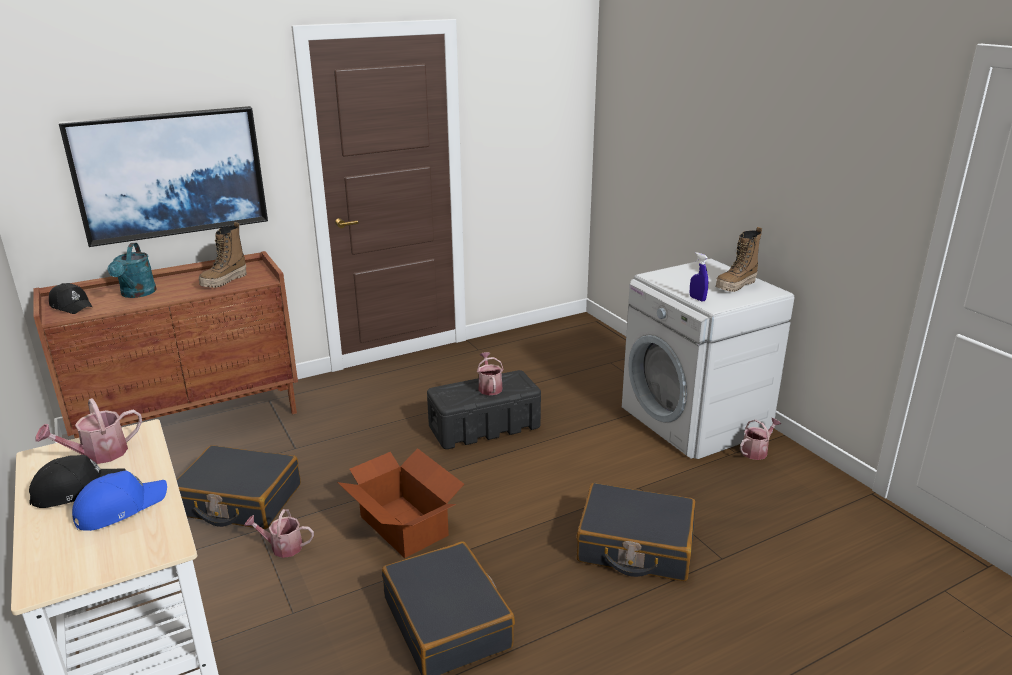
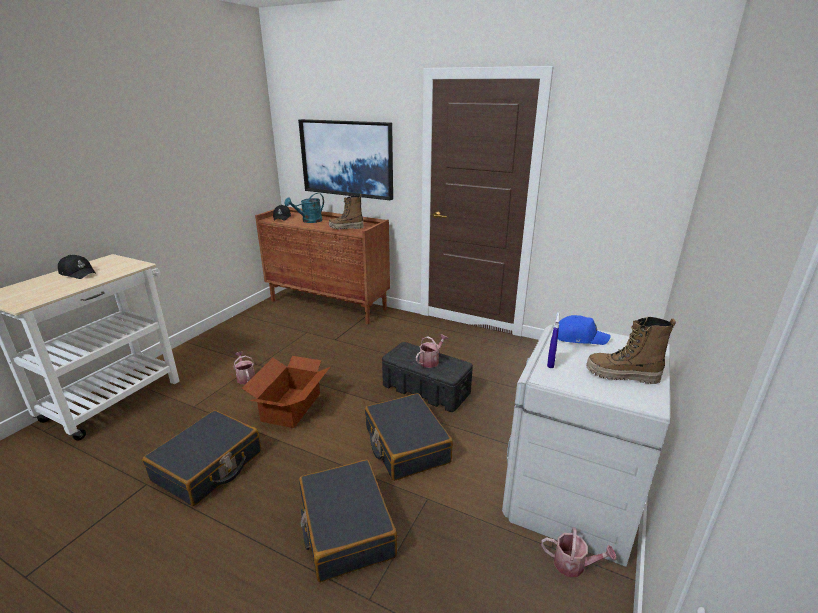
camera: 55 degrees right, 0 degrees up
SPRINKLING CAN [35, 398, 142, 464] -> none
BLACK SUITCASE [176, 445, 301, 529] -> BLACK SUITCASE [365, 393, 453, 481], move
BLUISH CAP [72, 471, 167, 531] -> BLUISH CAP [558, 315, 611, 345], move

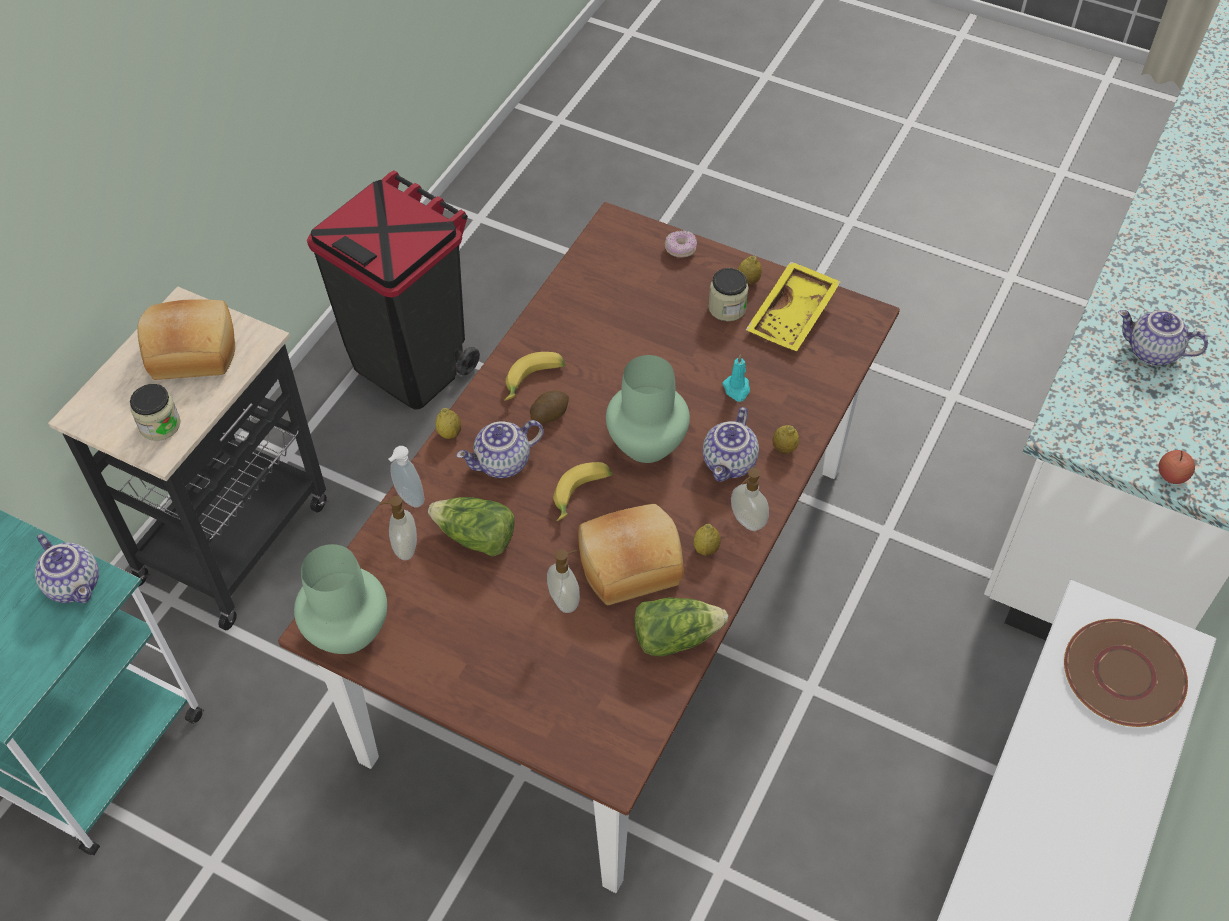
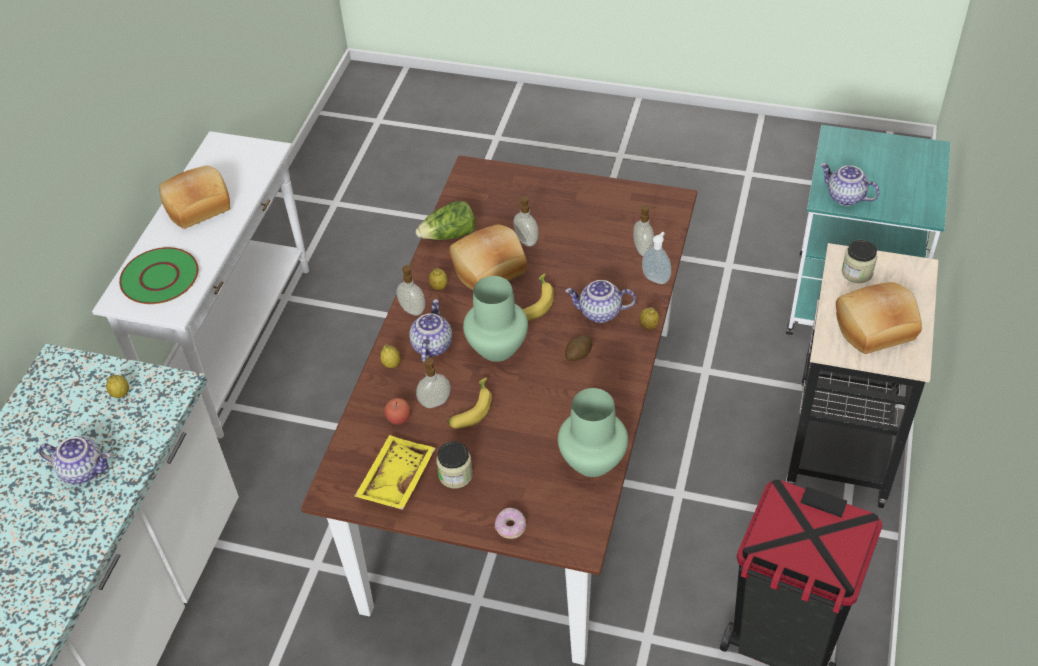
camera: 170 degrees right, 5 degrees down
LEMON [738, 256, 762, 285] -> LEMON [106, 375, 129, 398], move
WHOLE BANANA [504, 352, 566, 401] -> WHOLE BANANA [447, 377, 492, 429], move
TURQUOISE WAX CANDLE [723, 354, 750, 402] -> LIQUID SOAP BOTTLE [416, 358, 451, 408]
POT FOR TEA [456, 420, 544, 478] -> POT FOR TEA [565, 280, 636, 323], 135 degrees counterclockwise
APPLE FRUIT [1159, 450, 1195, 484] -> APPLE FRUIT [384, 398, 411, 425], move
LETTUCE HEAD [428, 497, 515, 556] -> none
GREEN-COLOURED DECORATIVE VASE [294, 544, 387, 654] -> GREEN-COLOURED DECORATIVE VASE [558, 388, 628, 477], move
BROWN-COLOURED FLAT DISH [1064, 619, 1188, 727] -> GREEN-COLOURED FLAT DISH [119, 247, 199, 304]
none -> BAKERY BREAD [159, 166, 230, 229]

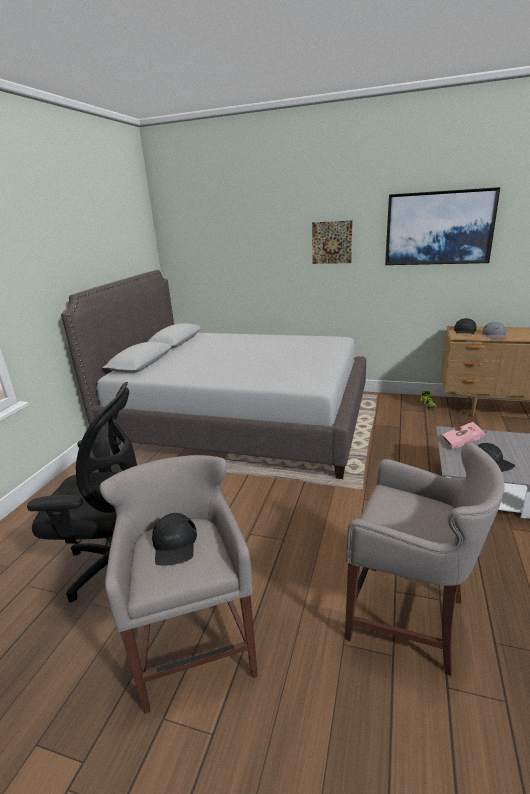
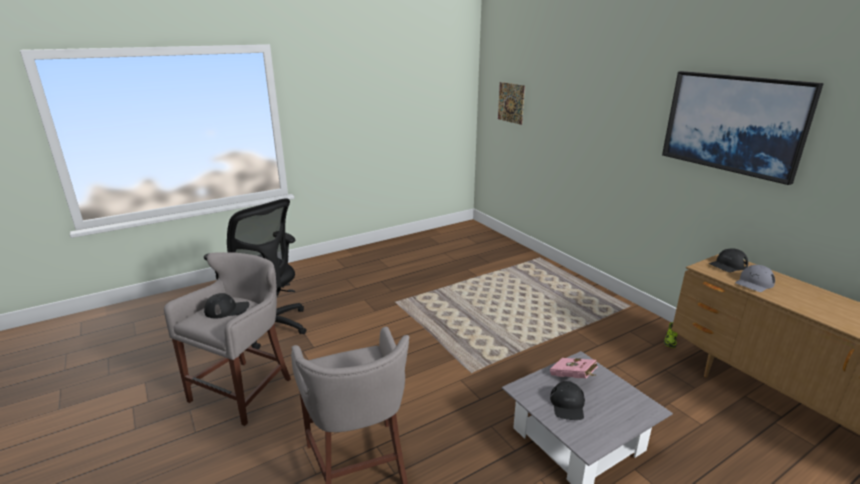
camera: 40 degrees right, 0 degrees up
WALL PICTURE [312, 220, 352, 264] -> WALL PICTURE [498, 82, 525, 125], move
GRAY BED [61, 270, 366, 479] -> none
BLACK CAP [152, 513, 197, 565] -> BLACK CAP [204, 293, 249, 319], 135 degrees counterclockwise

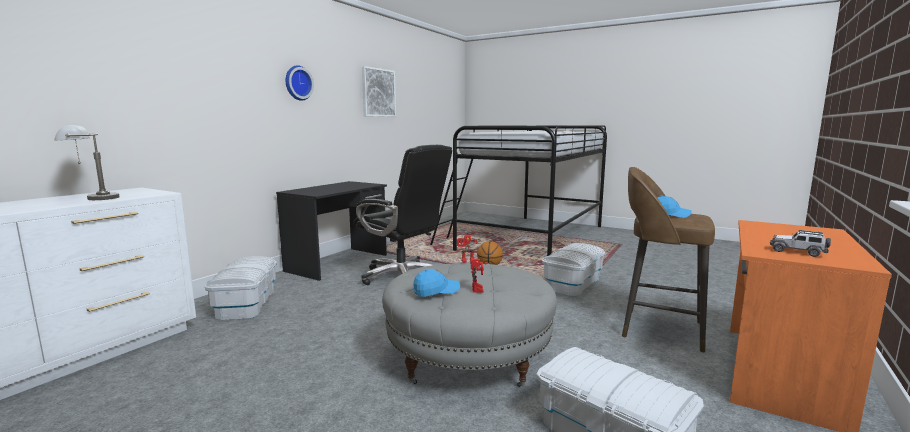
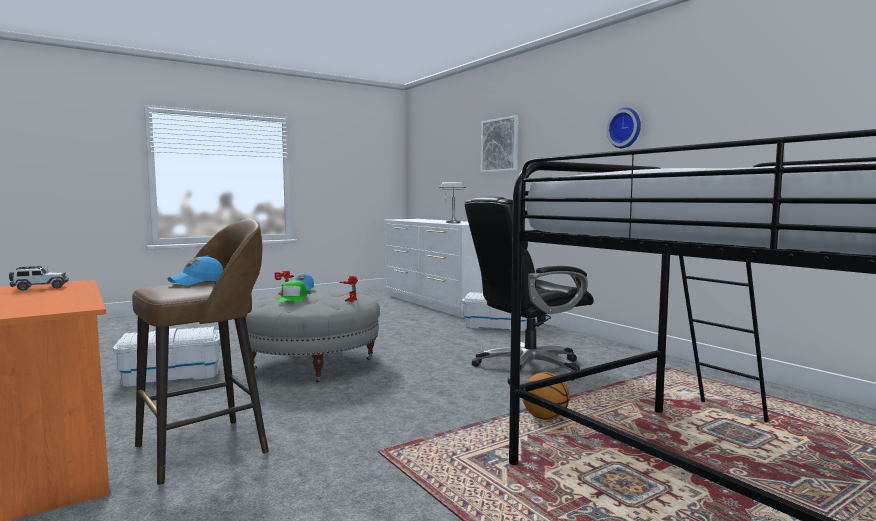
camera: 115 degrees right, 5 degrees down
WALL PICTURE [362, 66, 396, 117] -> WALL PICTURE [481, 115, 518, 173], move
BLACK DESK [276, 181, 387, 281] -> none
WHITE-COLOURED STORAGE CONTAINER [542, 243, 605, 296] -> none
none -> GREEN-COLOURED CAP [278, 280, 307, 303]

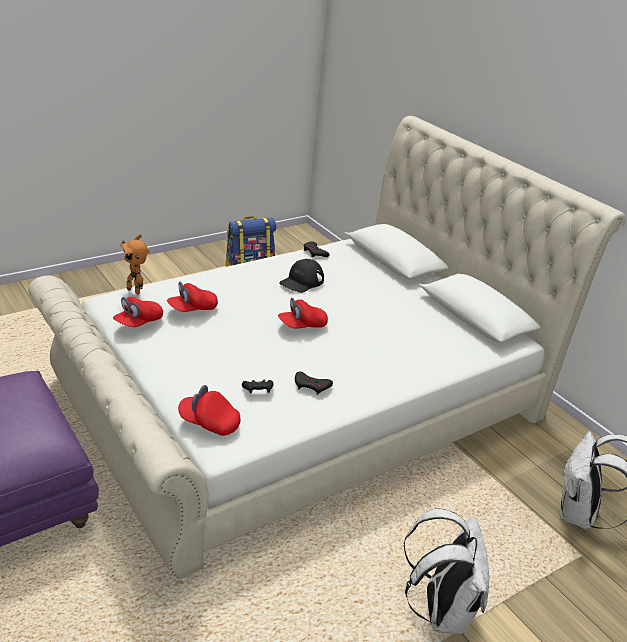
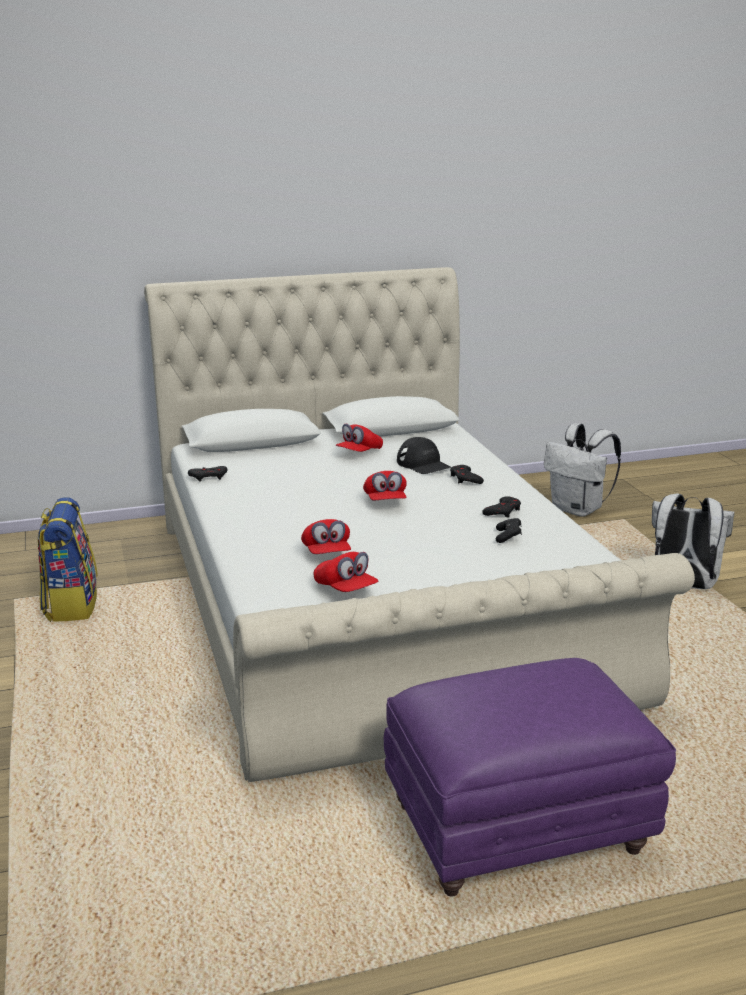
camera: 70 degrees left, 10 degrees down
TOY ROBOT [120, 234, 150, 294] -> none
BLACK CAP [279, 259, 324, 293] -> BLACK CAP [397, 437, 451, 474], move
RED CAP [178, 385, 240, 436] -> RED CAP [335, 424, 383, 452], move
none -> BLACK GAMEPAD [450, 465, 484, 484]

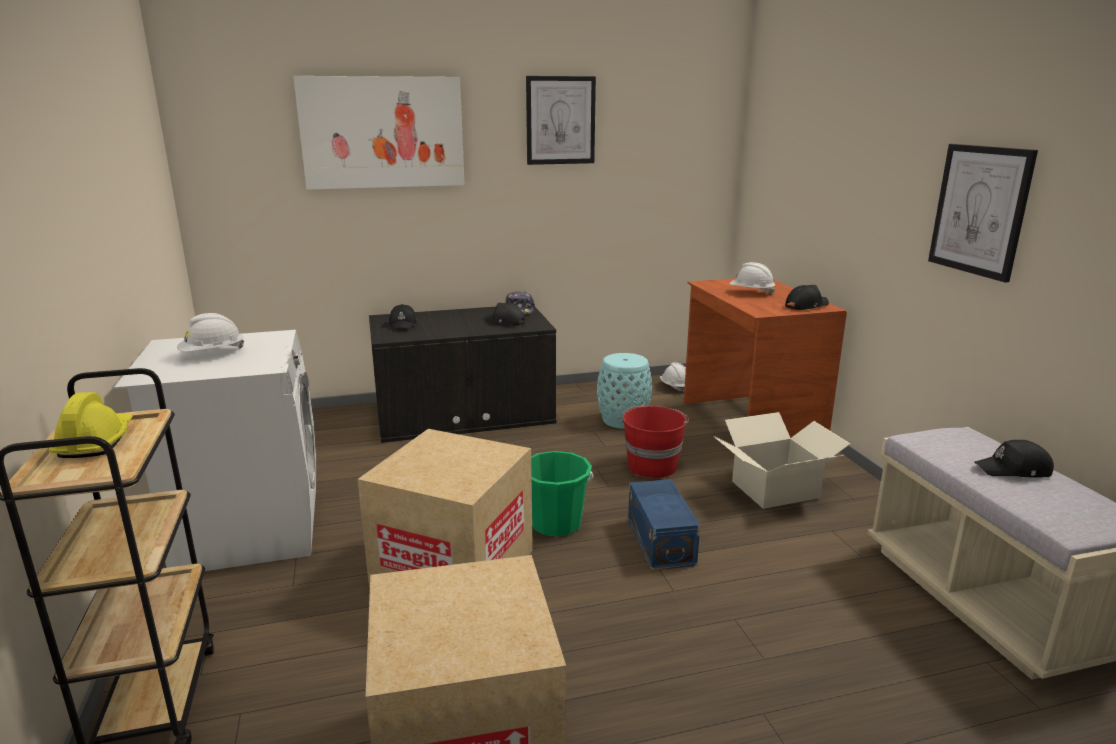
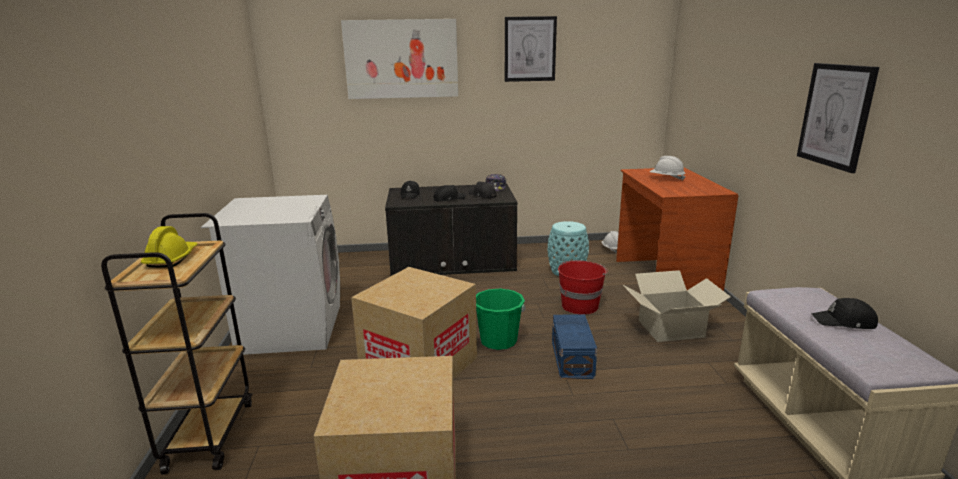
camera: 10 degrees right, 0 degrees up
BLACK CAP [785, 285, 829, 310] -> BLACK CAP [434, 185, 466, 201], move
WHITE-COLOURED WORK HELMET [177, 313, 244, 352] -> none

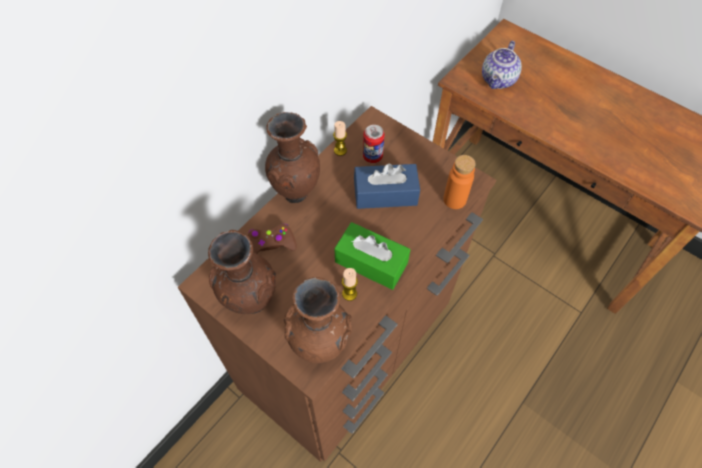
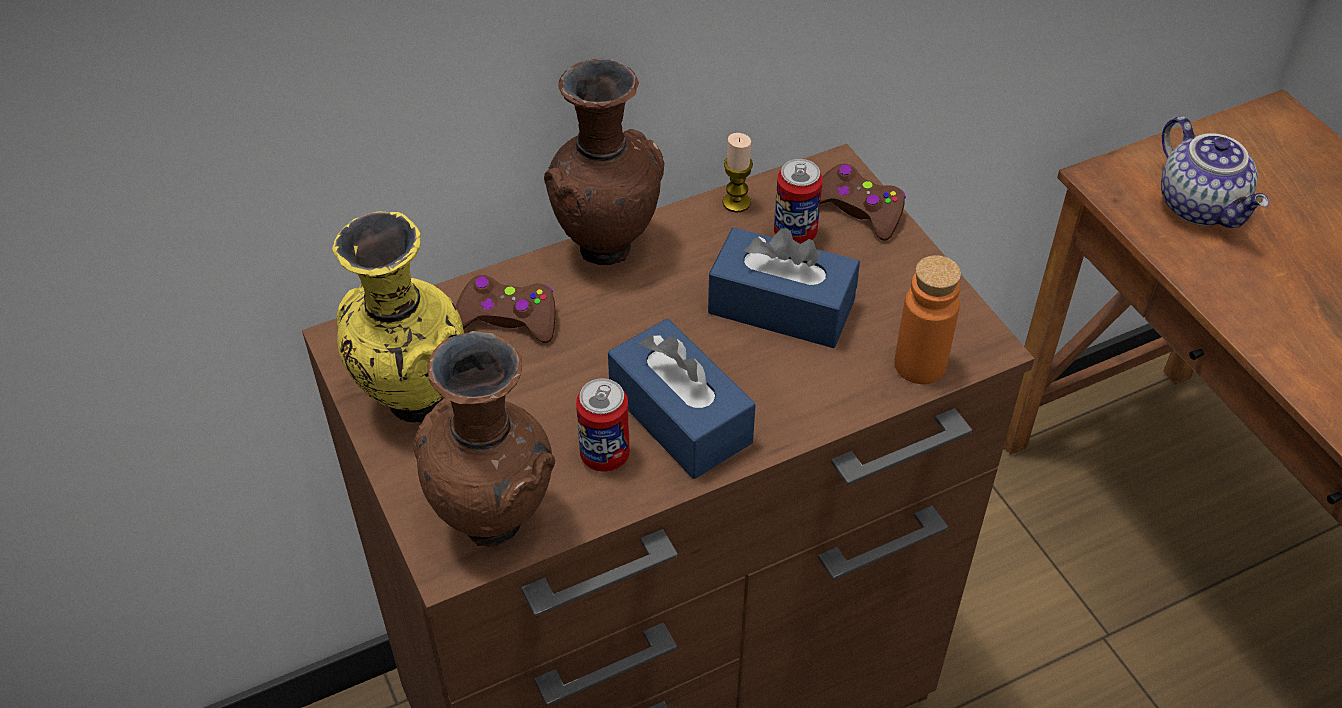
camera: 25 degrees right, 10 degrees down
POT FOR TEA [482, 41, 522, 89] -> POT FOR TEA [1161, 116, 1269, 228], 75 degrees counterclockwise
GREEN-COLOURED TISSUE BOX [334, 222, 410, 290] -> BLUISH TISSUE BOX [608, 319, 756, 479]
BROWN-COLOURED DECORATIVE VASE [208, 230, 276, 314] -> YELLOWISH DECORATIVE VASE [332, 211, 464, 423]
WAX CANDLE [342, 268, 358, 301] -> METAL CAN [576, 379, 630, 472]
none -> BROWN-COLOURED GAMEPAD [820, 163, 906, 241]

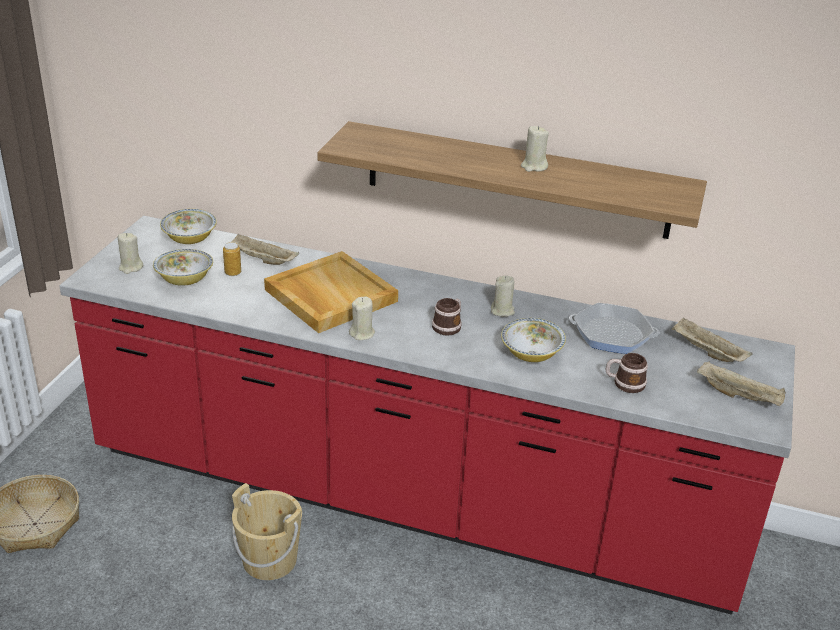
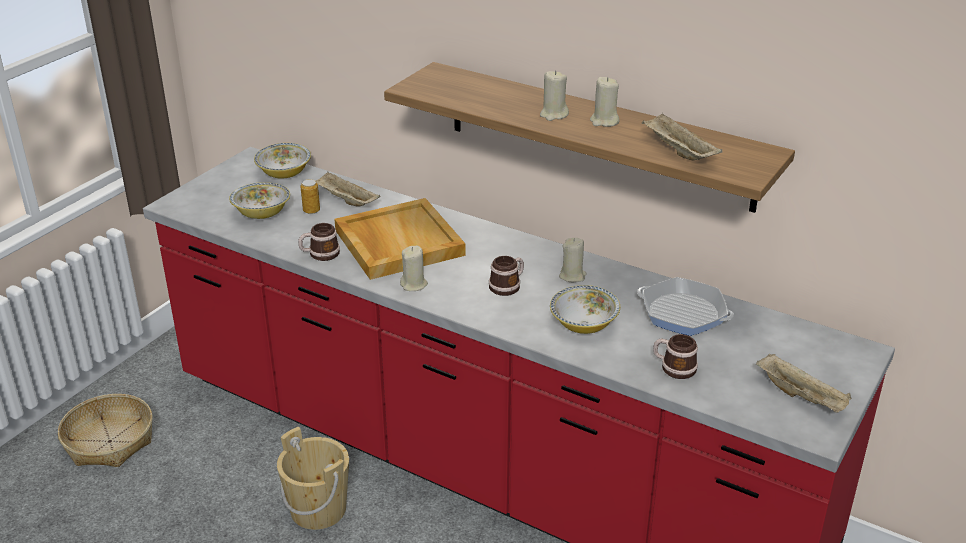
camera: 15 degrees right, 0 degrees up
BEIGE-COLOURED WAX CANDLE [118, 233, 143, 274] -> BEIGE-COLOURED WAX CANDLE [540, 70, 569, 121], move
BEIGE-COLOURED TRAY [672, 318, 752, 362] -> BEIGE-COLOURED TRAY [642, 113, 723, 160], move
none -> MUG [299, 223, 340, 261]

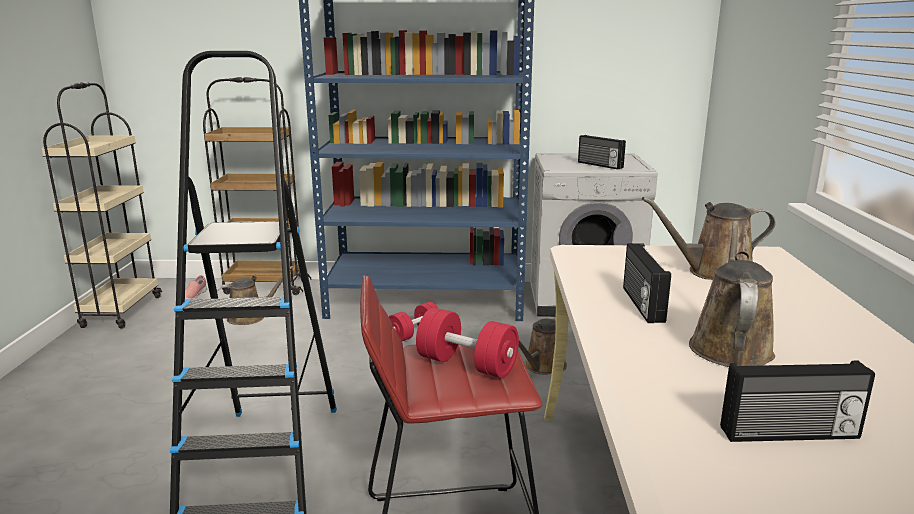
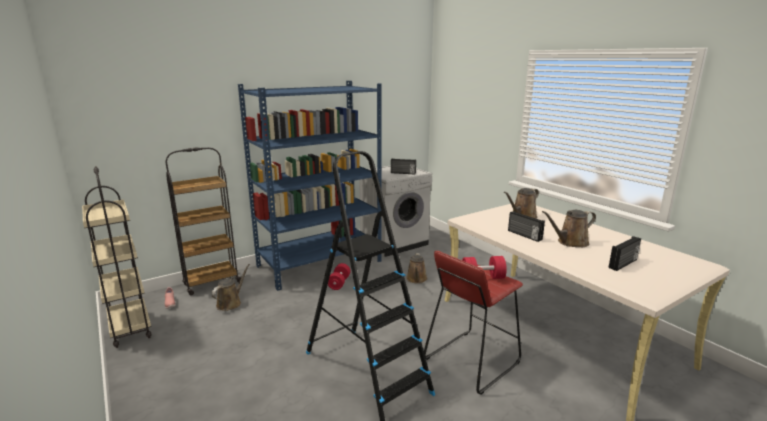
camera: 35 degrees left, 0 degrees up
BROWN-COLOURED SPRINKLING CAN [689, 221, 775, 367] -> BROWN-COLOURED SPRINKLING CAN [542, 210, 596, 247], 90 degrees counterclockwise

